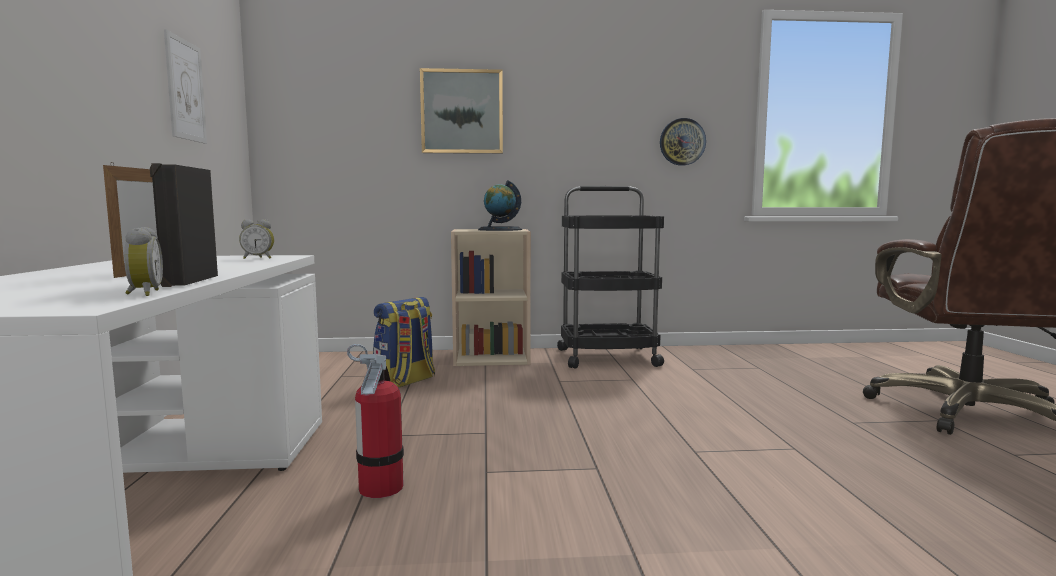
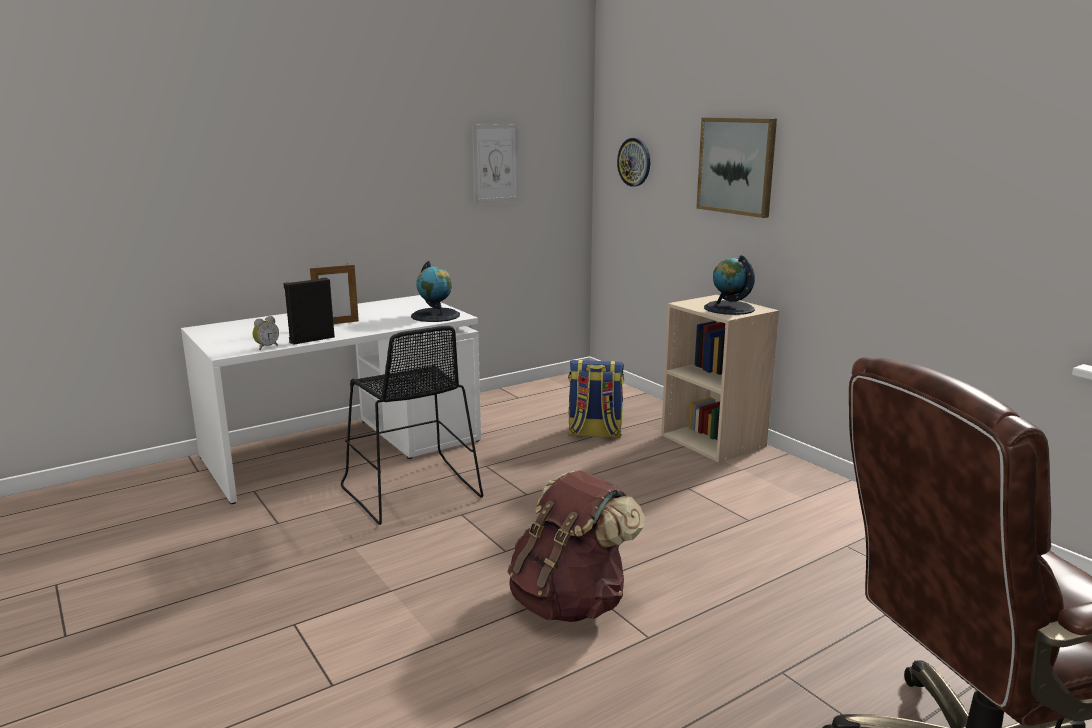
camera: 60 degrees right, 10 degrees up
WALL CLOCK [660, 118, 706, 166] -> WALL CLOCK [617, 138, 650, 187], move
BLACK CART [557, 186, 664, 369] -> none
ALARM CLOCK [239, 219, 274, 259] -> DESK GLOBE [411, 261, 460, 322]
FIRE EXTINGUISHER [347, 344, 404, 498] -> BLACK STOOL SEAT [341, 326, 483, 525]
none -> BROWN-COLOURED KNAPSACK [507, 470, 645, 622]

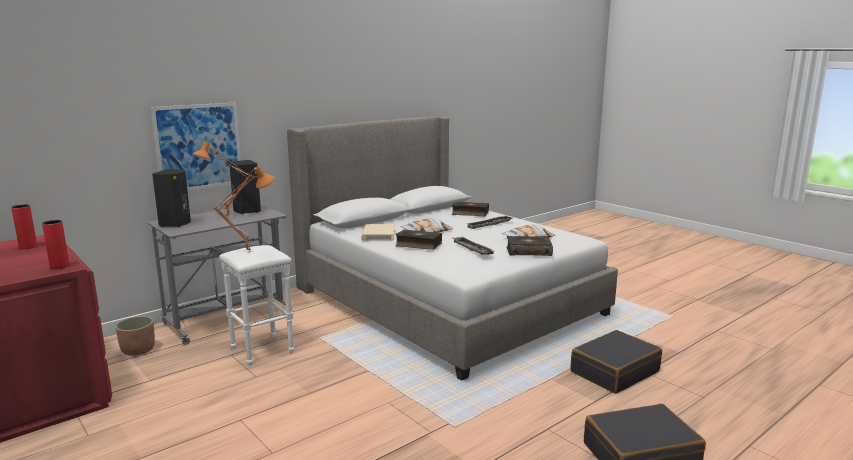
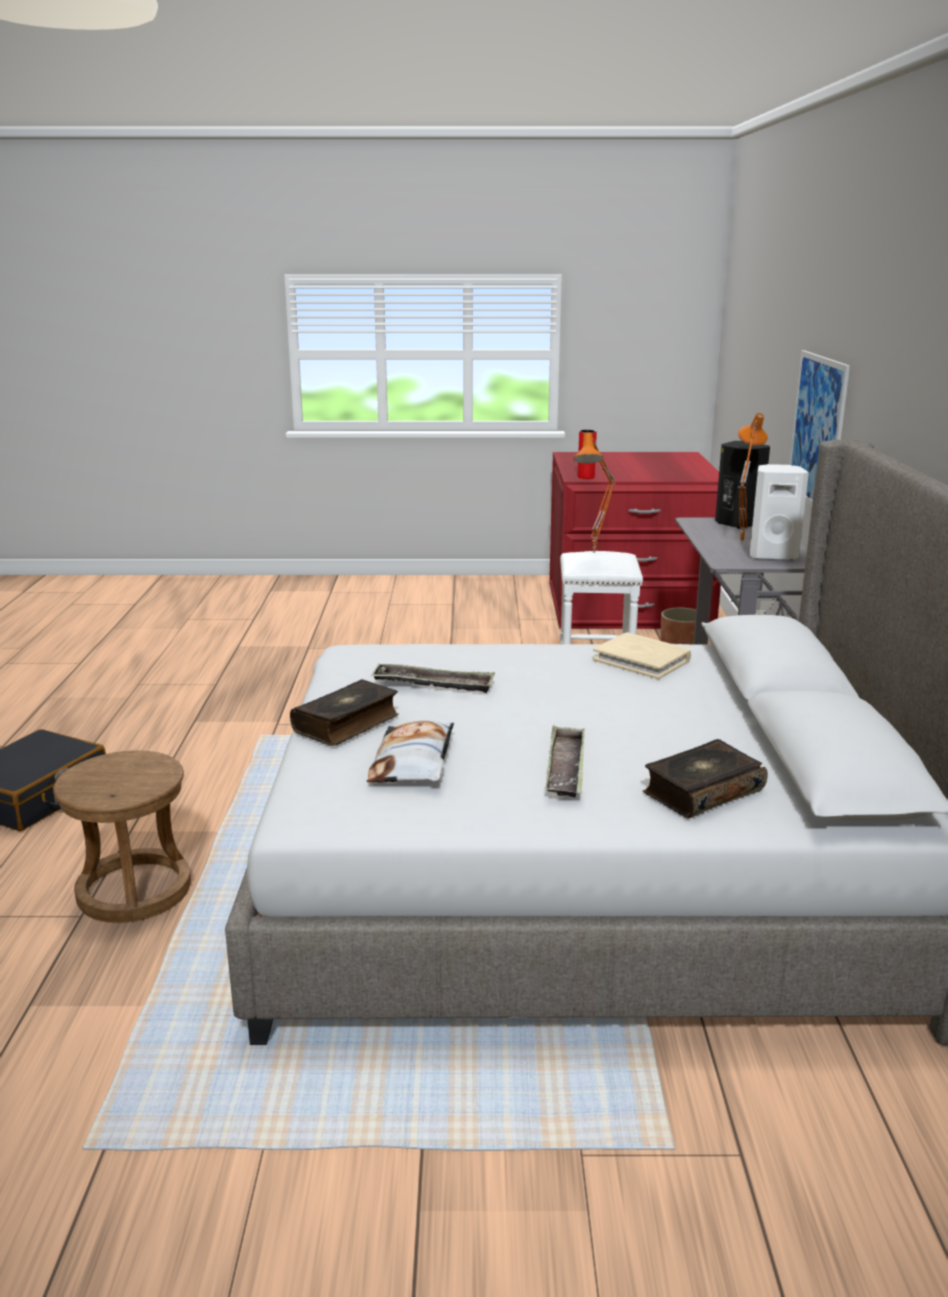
camera: 130 degrees right, 5 degrees up
BLACK LOUDSPEAKER [229, 160, 261, 214] -> WHITE-COLOURED LOUDSPEAKER [749, 464, 809, 560]
RED DECORATIVE VASE [11, 204, 37, 249] -> none
CUSHION [400, 218, 453, 232] -> none
BOOK [395, 229, 442, 250] -> none
BLACK SUITCASE [571, 330, 662, 394] -> BROWN-COLOURED STOOL SEAT [53, 750, 191, 923]

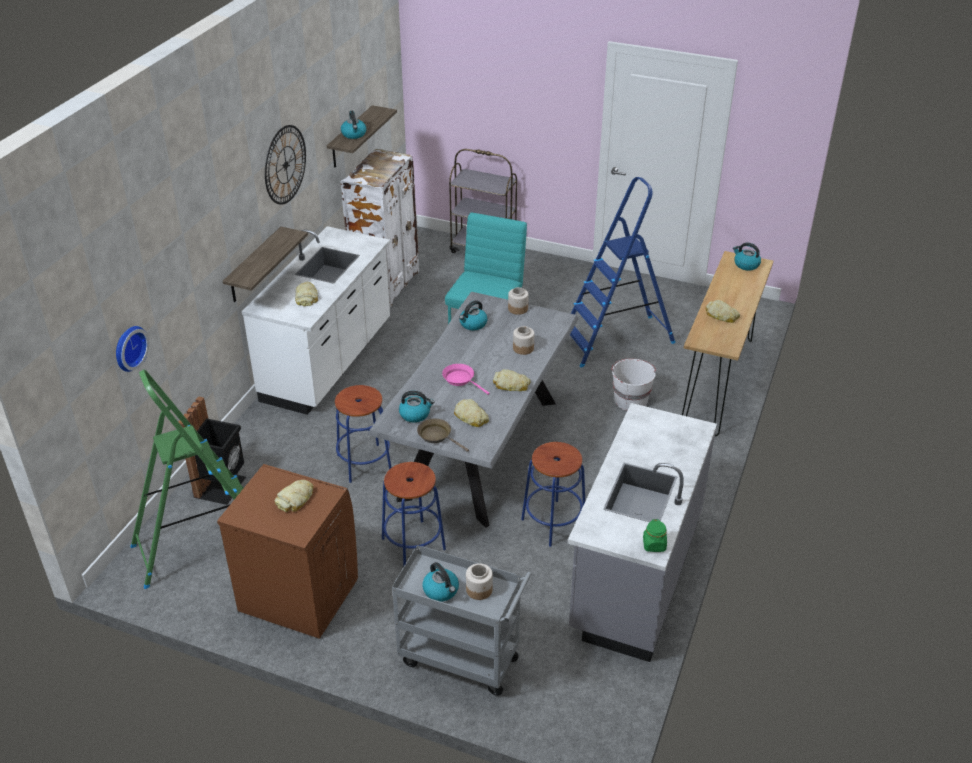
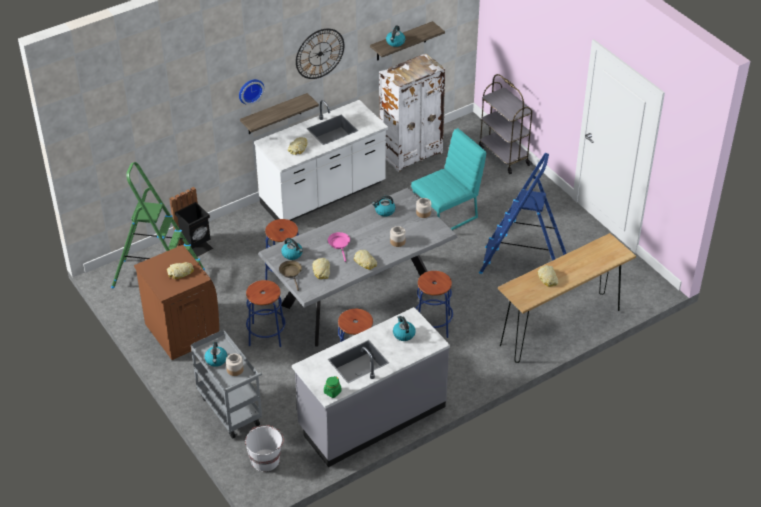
camera: 35 degrees right, 5 degrees up
TEA KETTLE [733, 243, 761, 271] -> TEA KETTLE [393, 316, 416, 341], move
WALL CLOCK [116, 326, 149, 372] -> WALL CLOCK [239, 79, 264, 105], move
WHITE-COLOURED WATER BUCKET [612, 359, 656, 410] -> WHITE-COLOURED WATER BUCKET [245, 425, 284, 472], move
none -> BLUISH STOOL SEAT [416, 271, 453, 338]

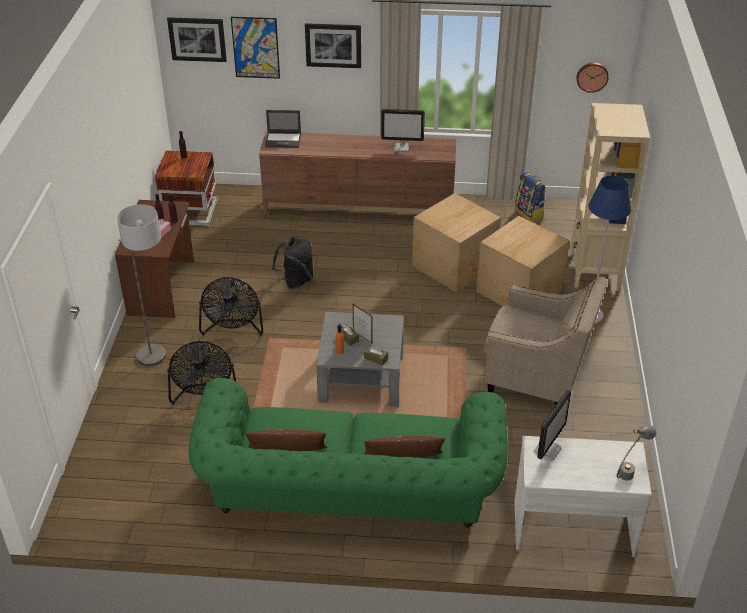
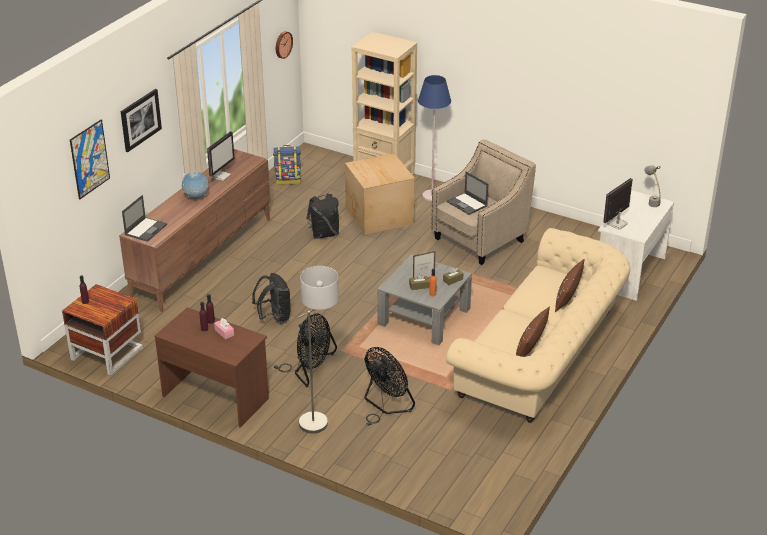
camera: 65 degrees left, 5 degrees down
WALL PICTURE [167, 17, 227, 62] -> none
CARDBOARD BOX [412, 193, 501, 293] -> BLACK KNAPSACK [307, 193, 339, 239]
BLACK ELECTRIC FAN [167, 341, 236, 405] -> BLACK ELECTRIC FAN [364, 347, 415, 426], 60 degrees counterclockwise
GREEN-COLOURED SETTEE [188, 378, 508, 528] -> BEIGE-COLOURED SETTEE [446, 228, 630, 423]
COMPUTER SCREEN [534, 390, 571, 461] -> COMPUTER SCREEN [603, 178, 633, 230], 105 degrees counterclockwise
none -> DESK GLOBE [182, 171, 209, 199]
none -> NOTEBOOK COMPUTER [447, 171, 488, 215]

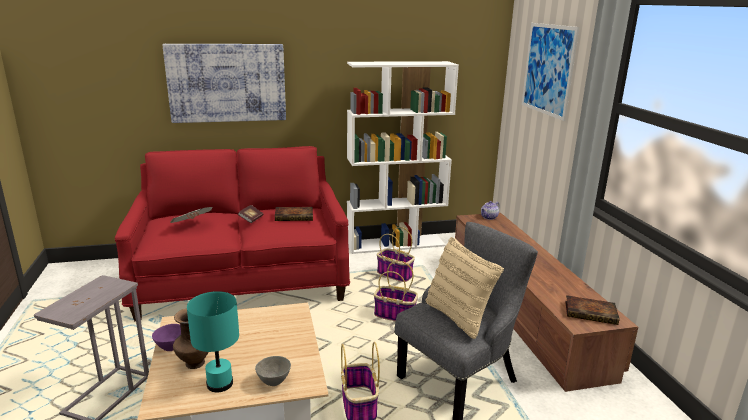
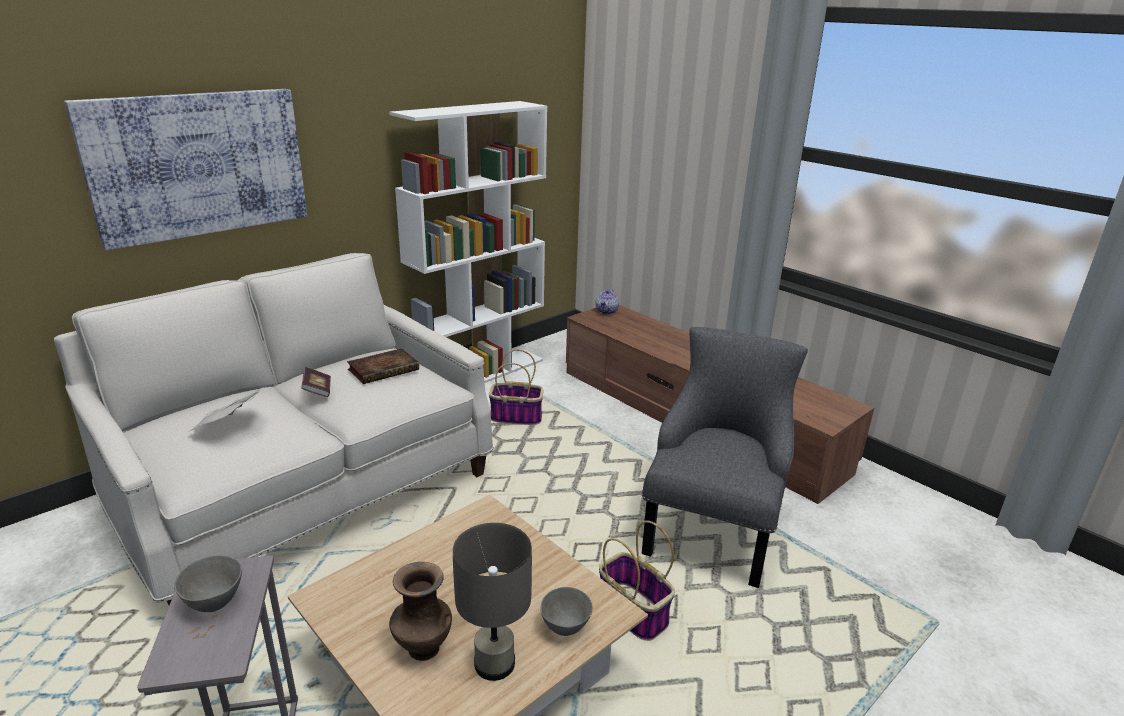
camera: 30 degrees left, 5 degrees up
WALL PICTURE [522, 23, 579, 121] -> none
RED SETTEE [115, 146, 350, 321] -> WHITE-COLOURED SETTEE [54, 253, 494, 605]
BEIGE-COLOURED CUSHION [425, 237, 504, 339] -> none
STORAGE BASKET [374, 261, 418, 321] -> none
TURQUOISE TABLE LAMP [187, 291, 239, 392] -> GRAY TABLE LAMP [453, 523, 532, 681]
BOOK [565, 295, 620, 325] -> none
PURPLE SERVING BOWL [152, 324, 181, 351] -> none
none -> GRAY SERVING BOWL [174, 555, 242, 612]

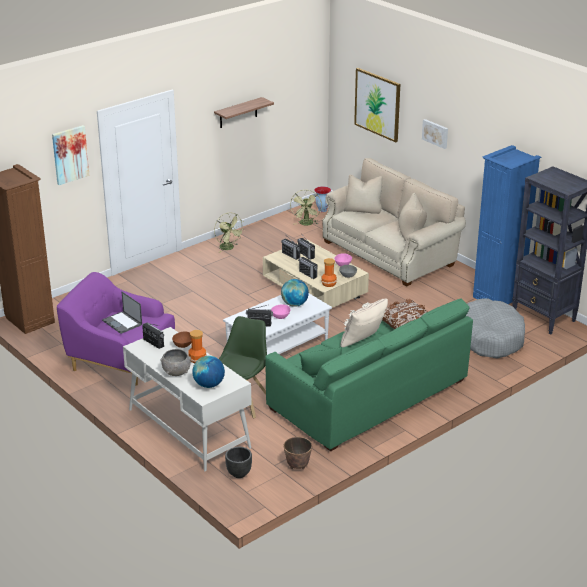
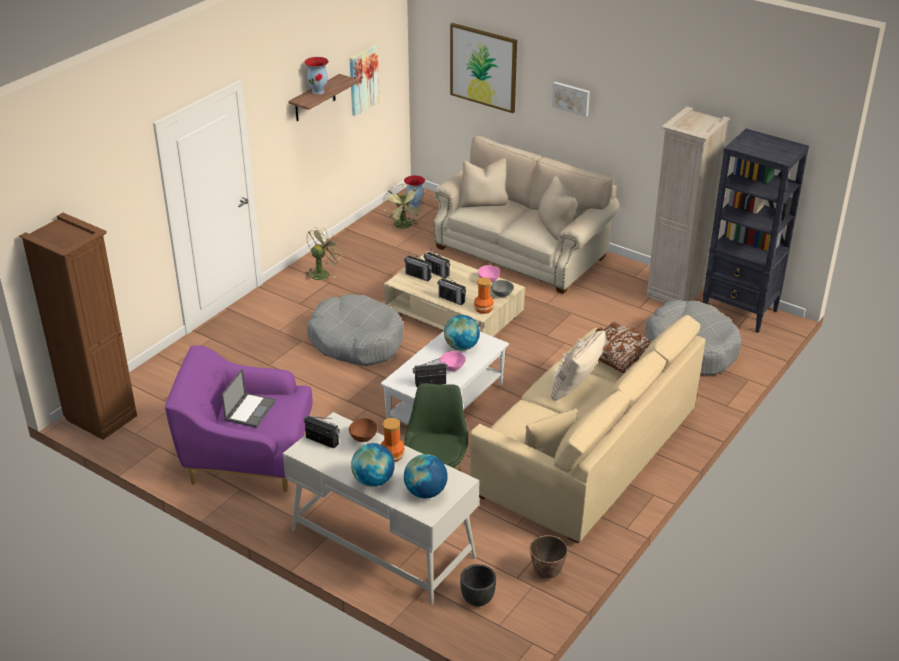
camera: 15 degrees left, 5 degrees up
WALL PICTURE [52, 125, 89, 185] -> WALL PICTURE [349, 45, 380, 116], move
BLUISH CABINET [473, 145, 541, 304] -> BEIGE-COLOURED CABINET [646, 106, 731, 303]
GREEN-COLOURED ELECTRIC FAN [214, 213, 245, 253] -> GREEN-COLOURED ELECTRIC FAN [305, 227, 343, 280], 90 degrees counterclockwise
NOTEBOOK COMPUTER [102, 292, 142, 334] -> NOTEBOOK COMPUTER [221, 368, 276, 428], 105 degrees counterclockwise
GREEN-COLOURED SETTEE [265, 298, 473, 451] -> BEIGE-COLOURED SETTEE [470, 315, 706, 543]
GRAY SERVING BOWL [160, 349, 191, 376] -> DESK GLOBE [351, 443, 395, 487]
none -> DECORATIVE VASE [304, 57, 329, 94]
none -> GRAY DOG CUSHION [307, 294, 403, 366]

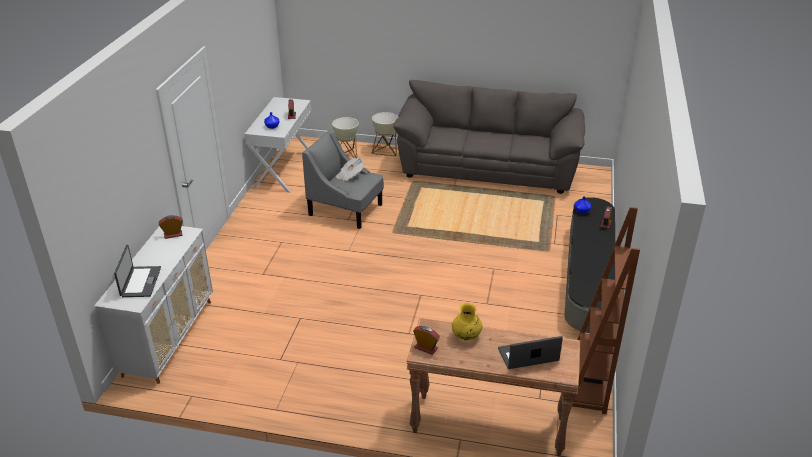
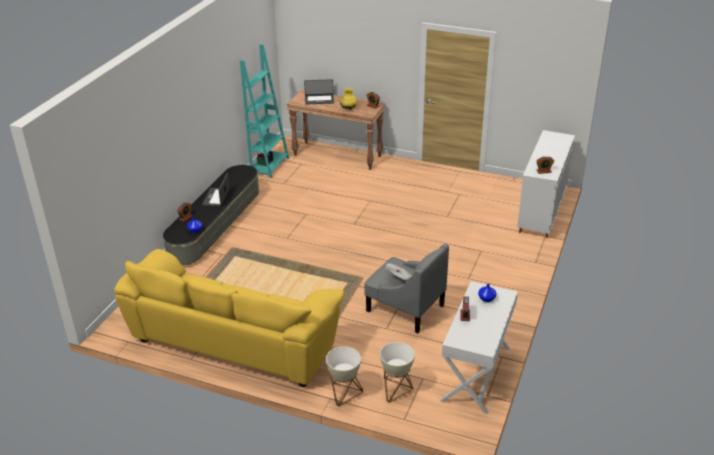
camera: 170 degrees left, 0 degrees up
GRAY SETTEE [393, 80, 585, 194] -> YELLOWISH SETTEE [114, 249, 344, 387]
BROWN-COLOURED SHELVING UNIT [572, 207, 640, 414] -> TURQUOISE SHELVING UNIT [240, 44, 289, 178]
NOTEBOOK COMPUTER [114, 245, 161, 297] -> NOTEBOOK COMPUTER [202, 173, 230, 207], move

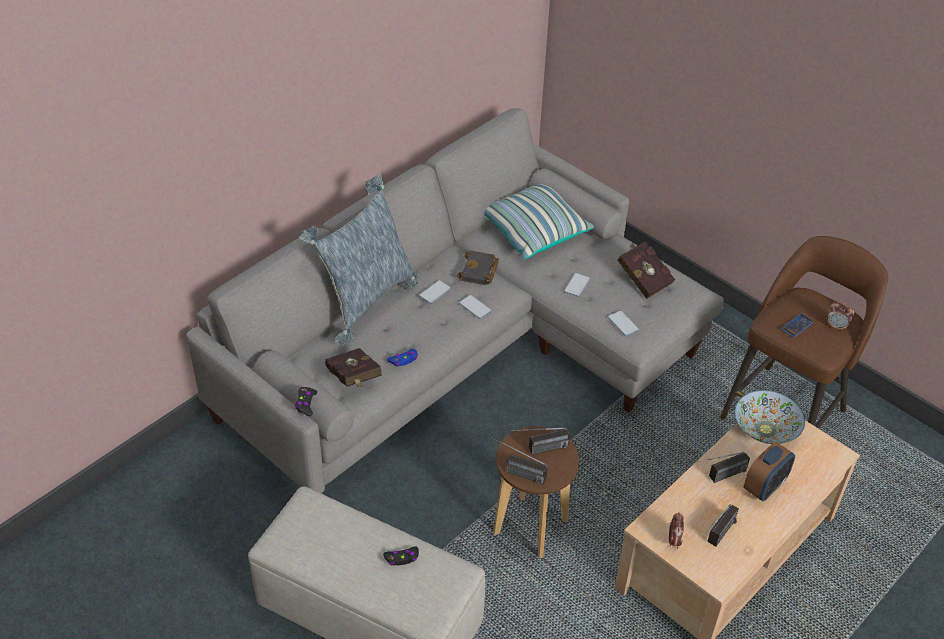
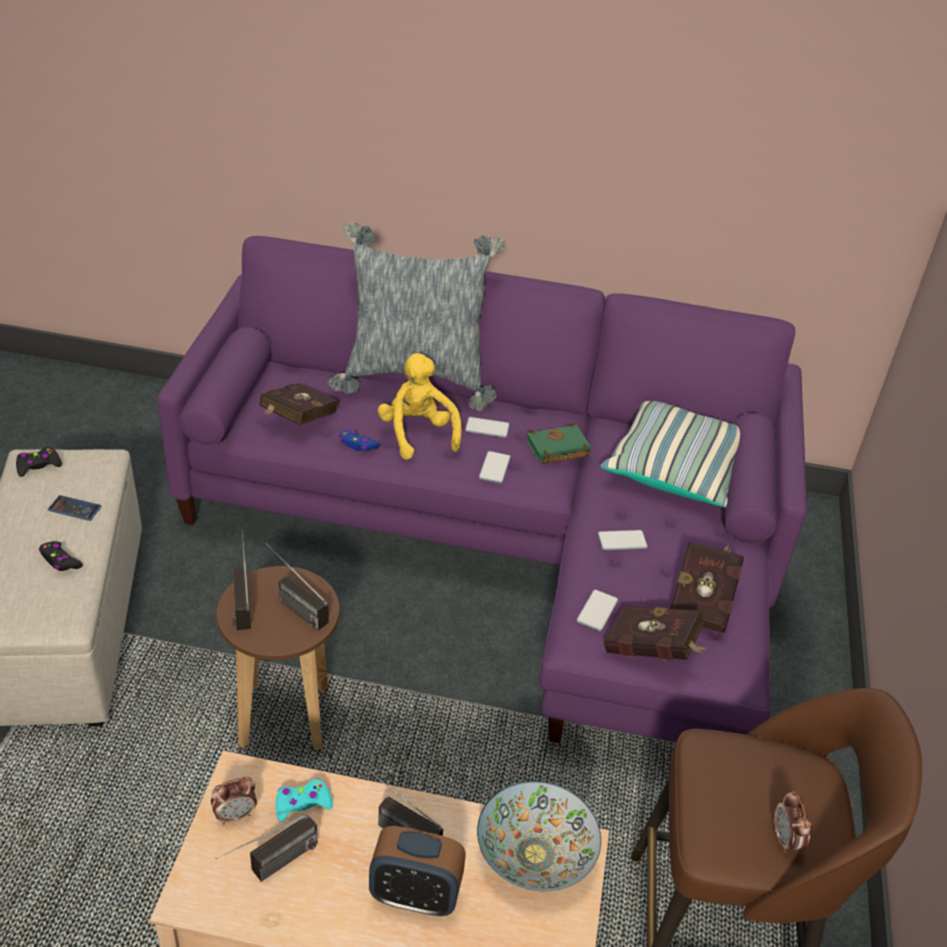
camera: 55 degrees right, 5 degrees down
GRAY SETTEE [186, 108, 724, 494] -> PURPLE SETTEE [157, 236, 807, 744]
BLACK BOOK [457, 251, 499, 285] -> GREEN-COLOURED BOOK [526, 424, 591, 464]
TELEPHONE [781, 313, 814, 338] -> TELEPHONE [48, 495, 101, 521], move
BLACK GAMEPAD [294, 387, 317, 416] -> BLACK GAMEPAD [16, 447, 62, 477], move
RADIO [703, 504, 739, 547] -> RADIO [215, 814, 317, 882], 45 degrees counterclockwise
none -> YELLOWISH PLUSH TOY [378, 353, 461, 460]
none -> RED BOOK [604, 605, 708, 660]
none -> TURQUOISE GAMEPAD [276, 779, 333, 822]

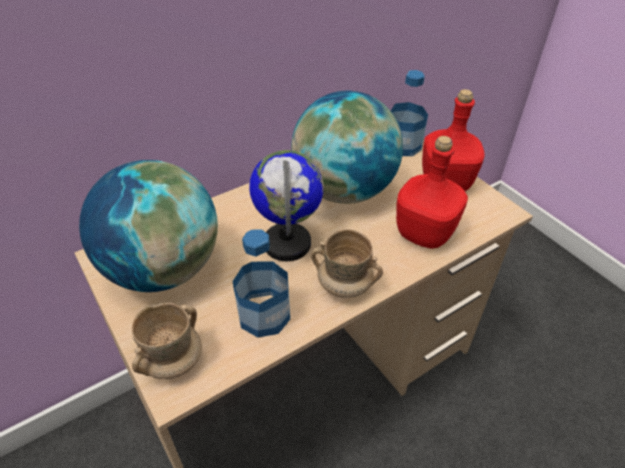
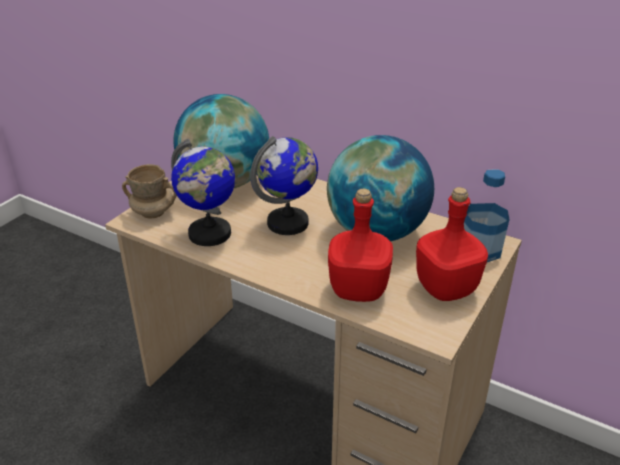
camera: 65 degrees right, 10 degrees down
BEIGE-COLOURED MUG [311, 229, 383, 298] -> none
DRINK BOTTLE [232, 230, 290, 337] -> DESK GLOBE [171, 139, 235, 246]

